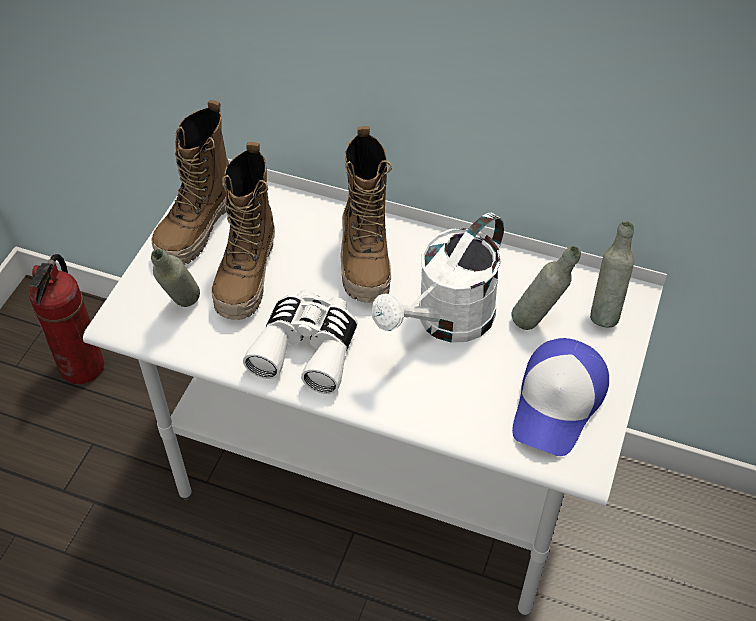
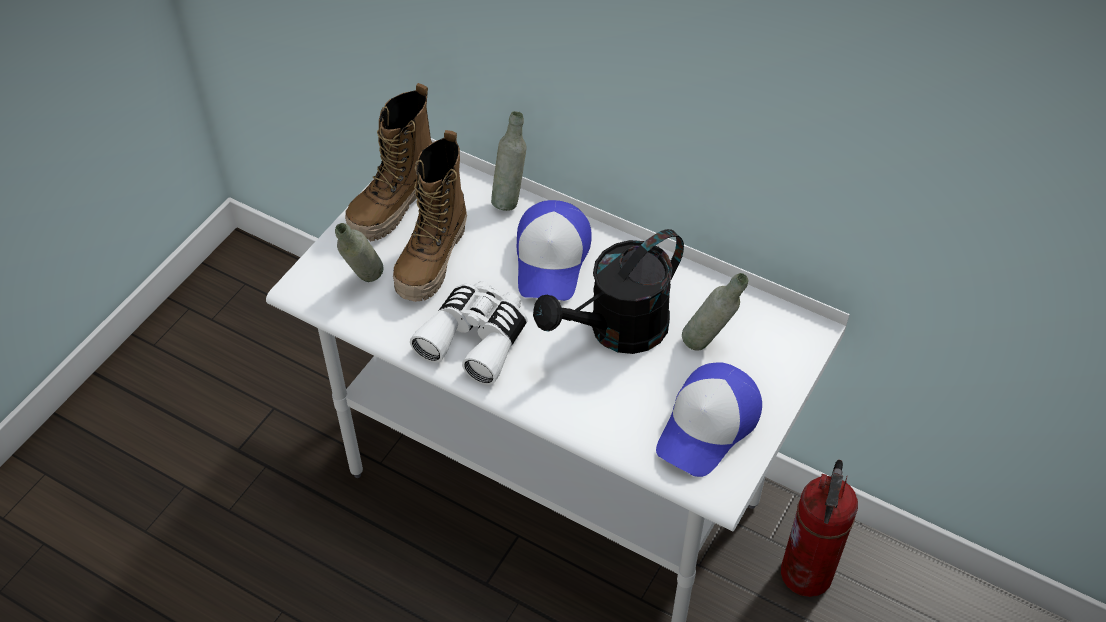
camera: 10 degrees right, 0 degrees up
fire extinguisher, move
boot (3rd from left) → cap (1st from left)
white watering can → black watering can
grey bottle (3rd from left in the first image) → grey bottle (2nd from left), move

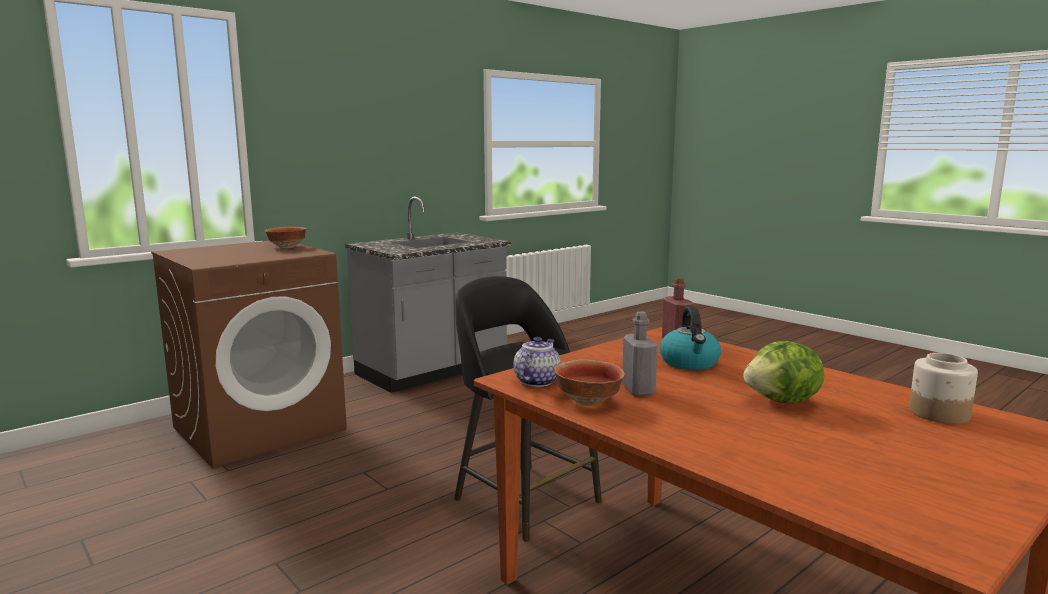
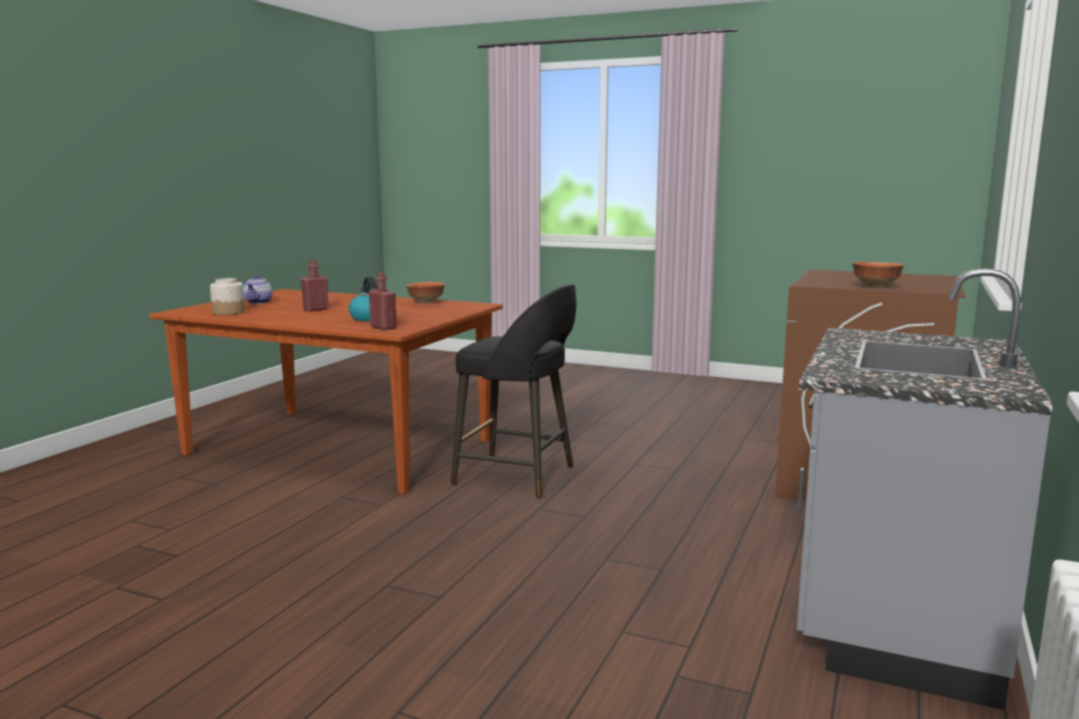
camera: 155 degrees right, 0 degrees up
teapot, move
grey bottle → -
lettuce → red bottle (1st from left)

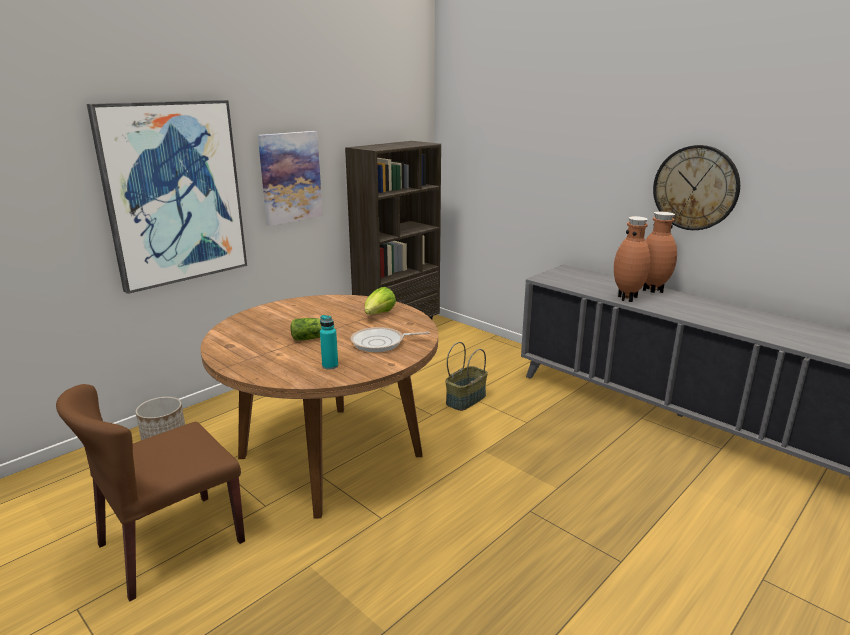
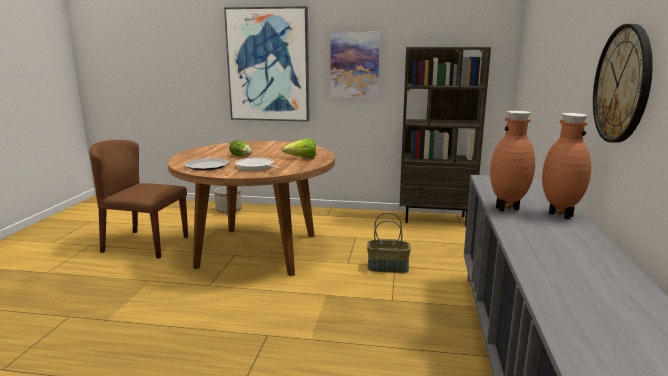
camera: 55 degrees right, 5 degrees down
turquoise bottle → plate

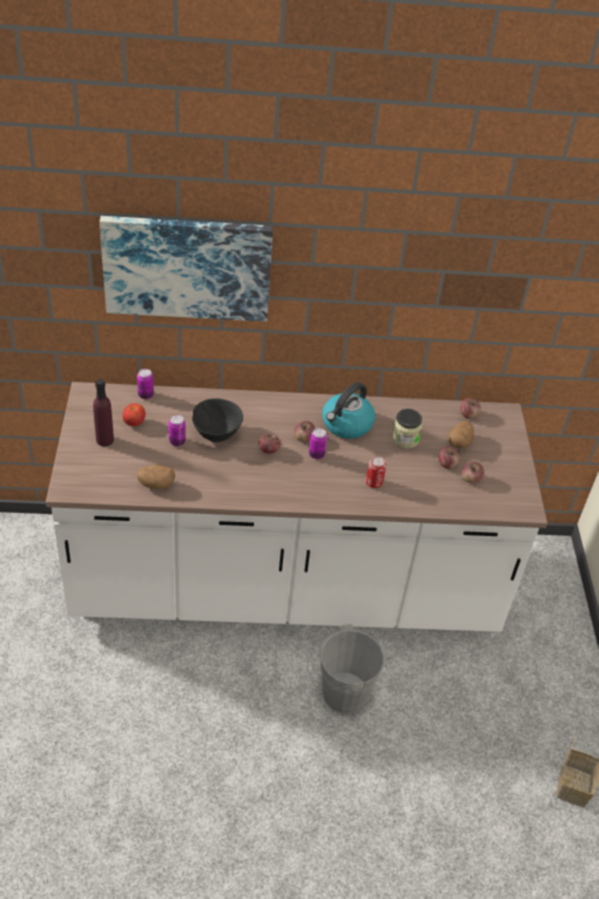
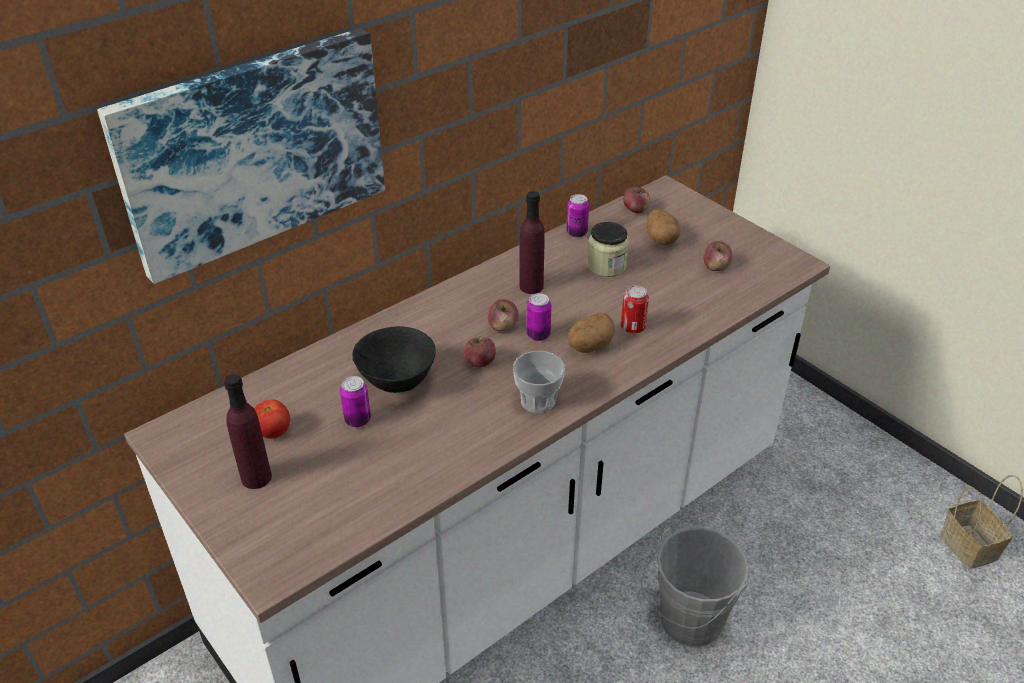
camera: 35 degrees left, 5 degrees down
can (1st from left in the first image) → can (3rd from left), move
potato (1st from left), move
kettle → purple bottle (2nd from left)
apple (3rd from left) → -
- → cup

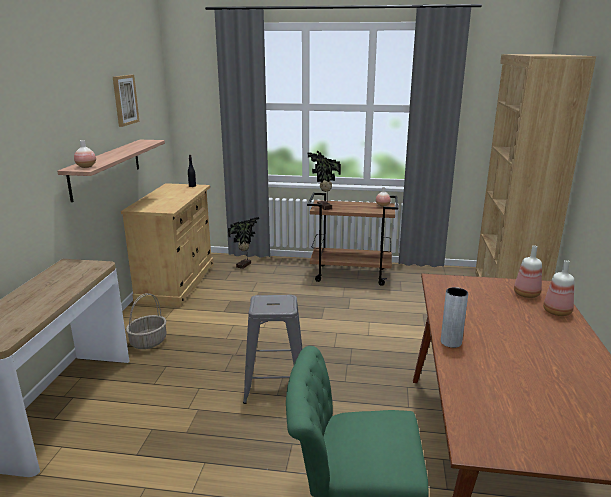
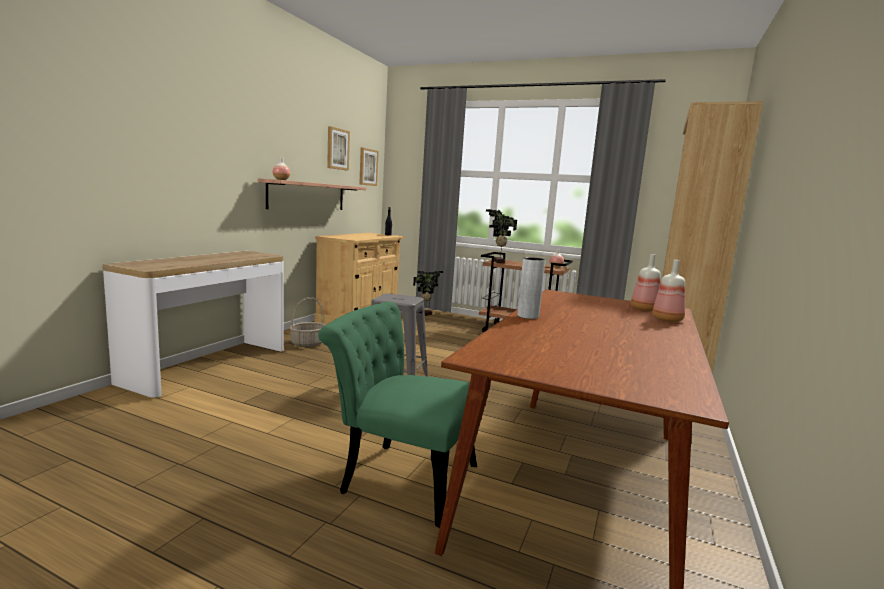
camera: 15 degrees right, 10 degrees down
- → picture (2nd from left)

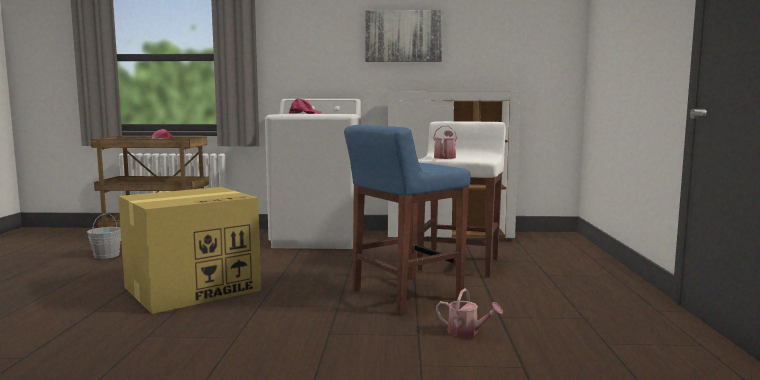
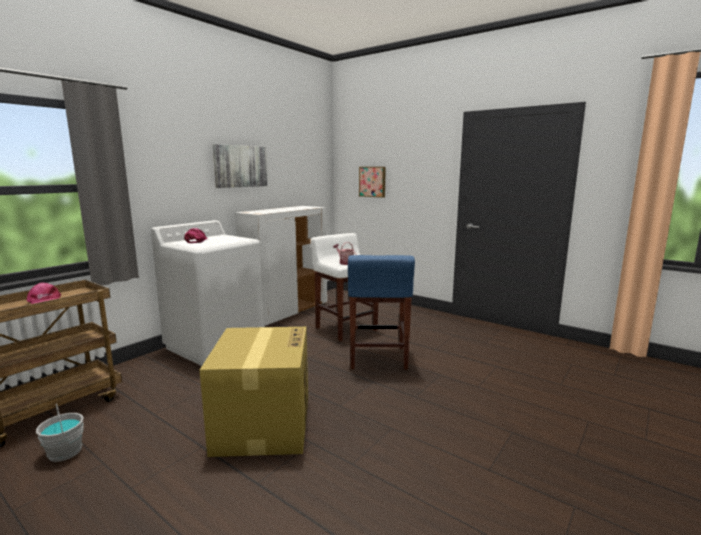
camera: 55 degrees left, 5 degrees up
watering can (2nd from left) → -
- → picture (2nd from left)

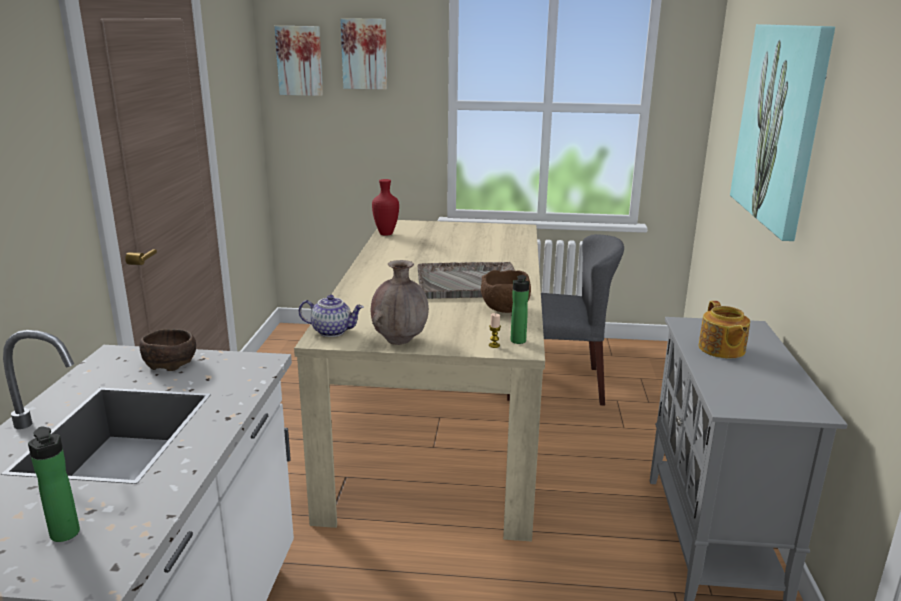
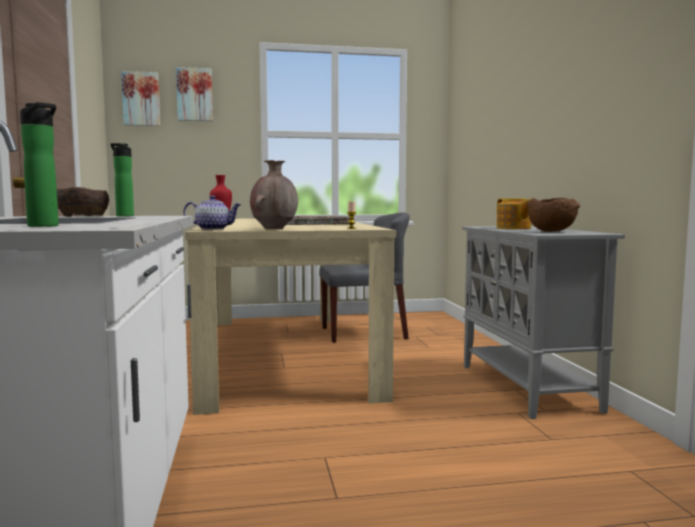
camera: 15 degrees left, 15 degrees down
brown bowl (2nd from left), move
bottle (2nd from left), move
picture (3rd from left) → -

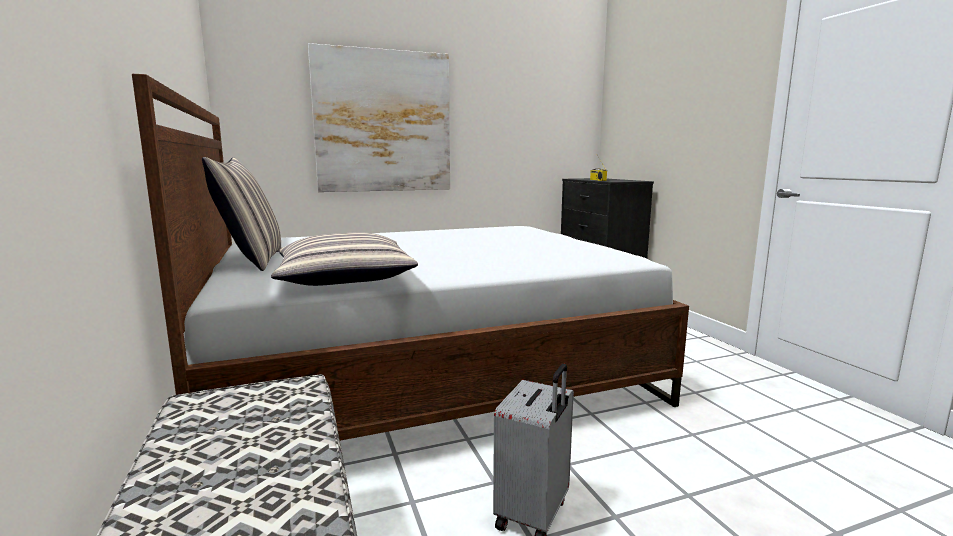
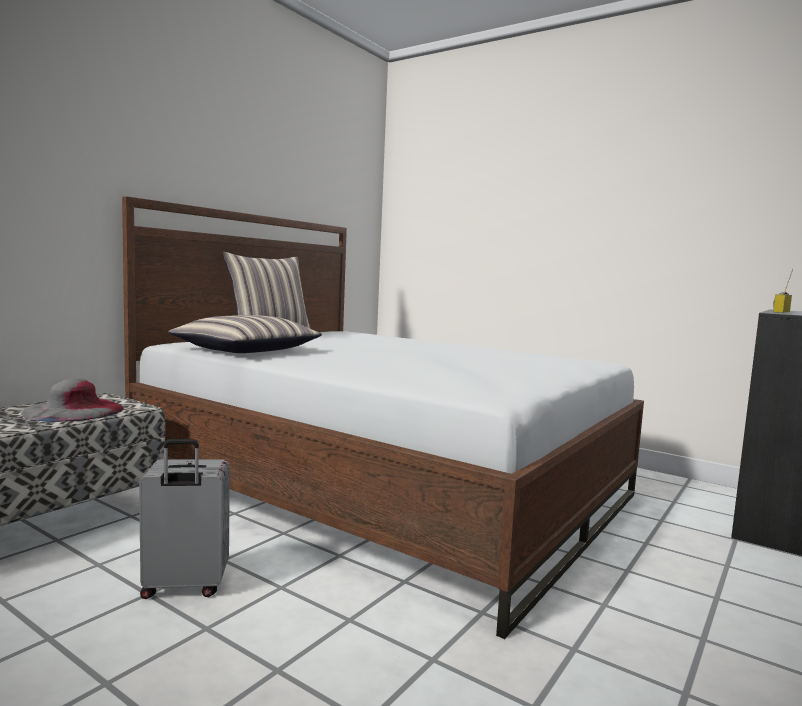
camera: 55 degrees right, 5 degrees down
picture → -
- → grey hat

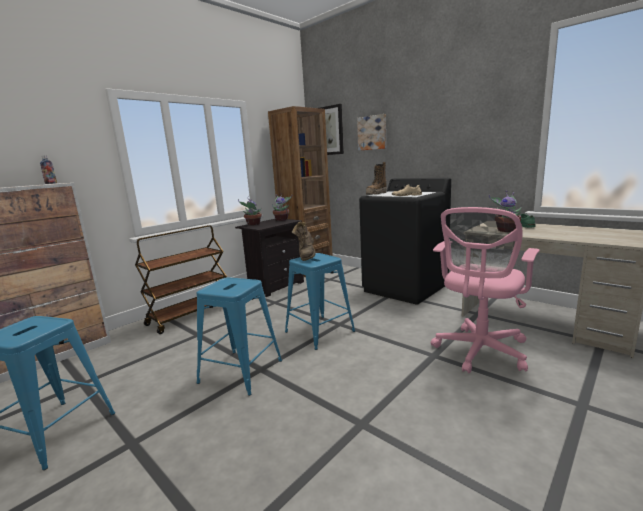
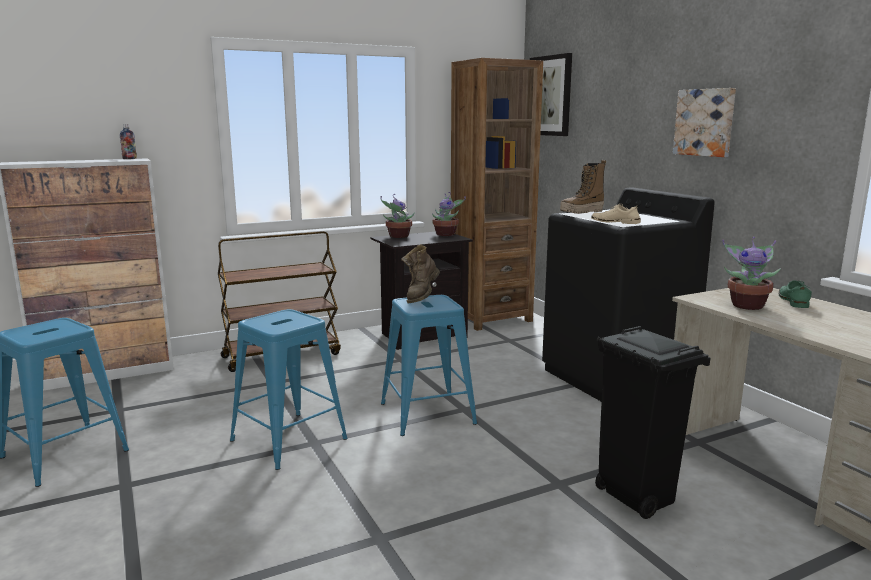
camera: 20 degrees right, 0 degrees up
picture (2nd from left), move
pink office chair → black trash can

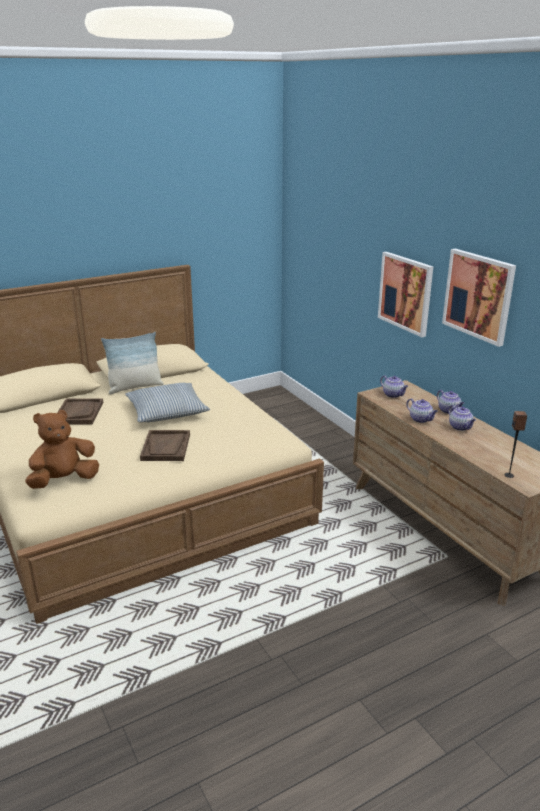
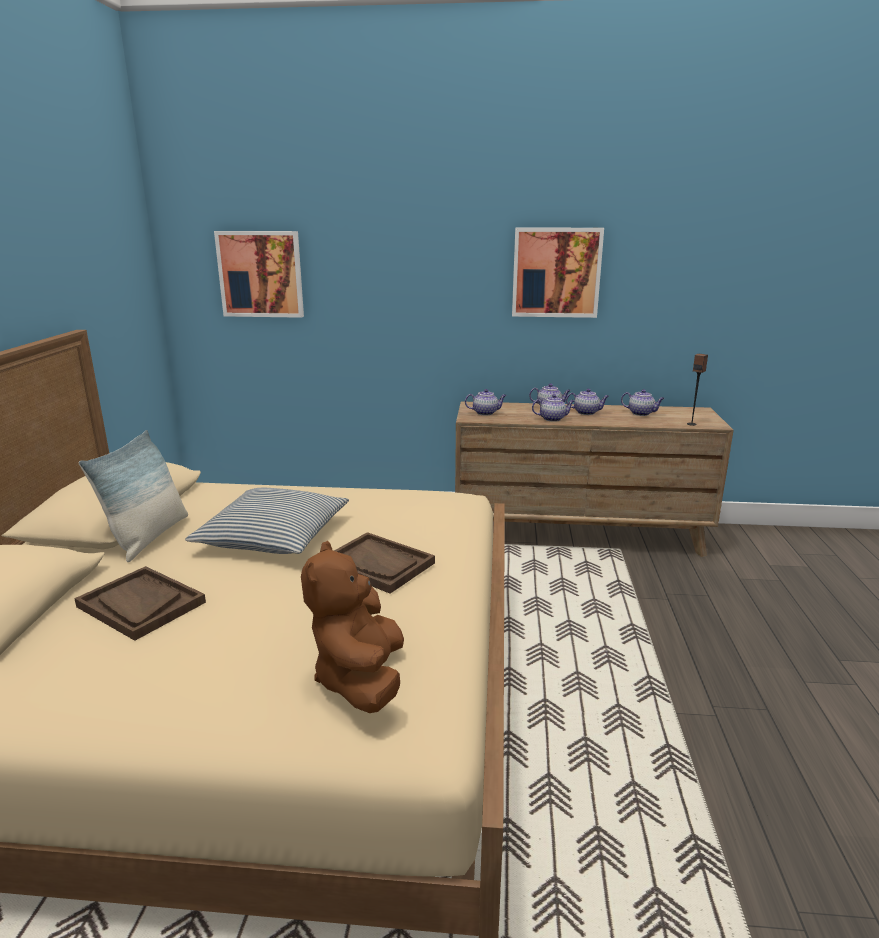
camera: 55 degrees left, 5 degrees down
picture (1st from left), move
- → teapot (5th from left)

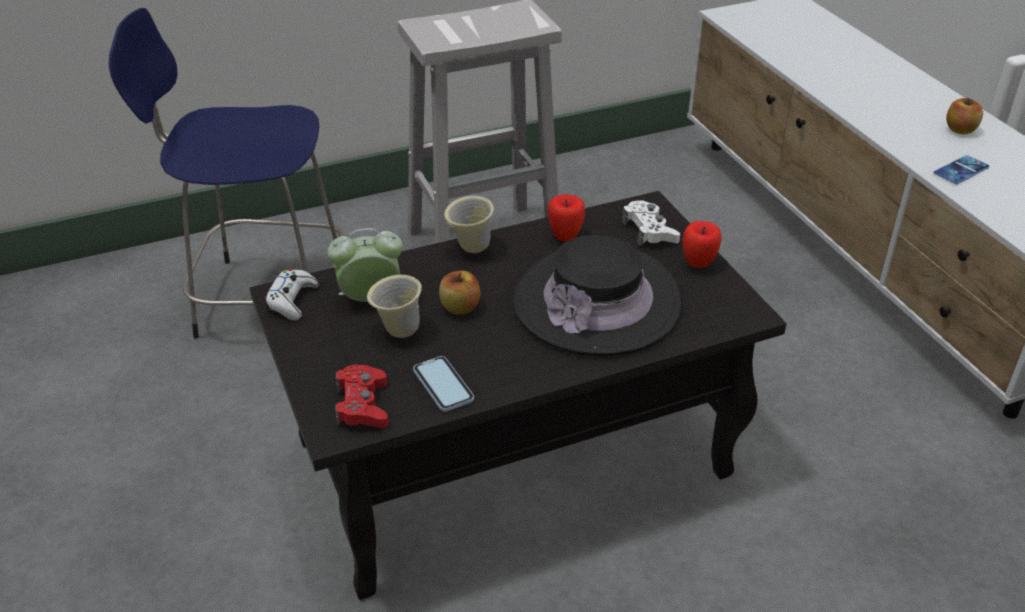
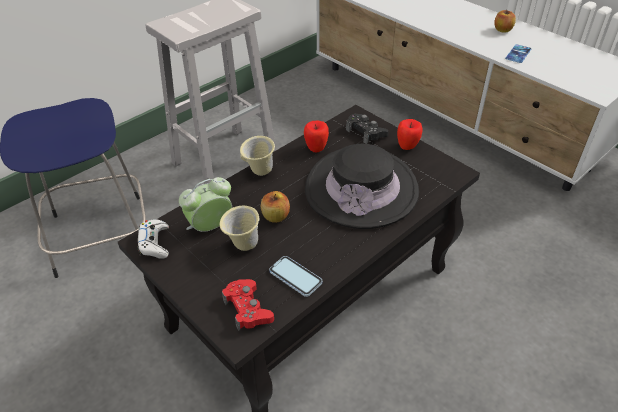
camera: 20 degrees left, 5 degrees up
white game controller (2nd from left) → black game controller

